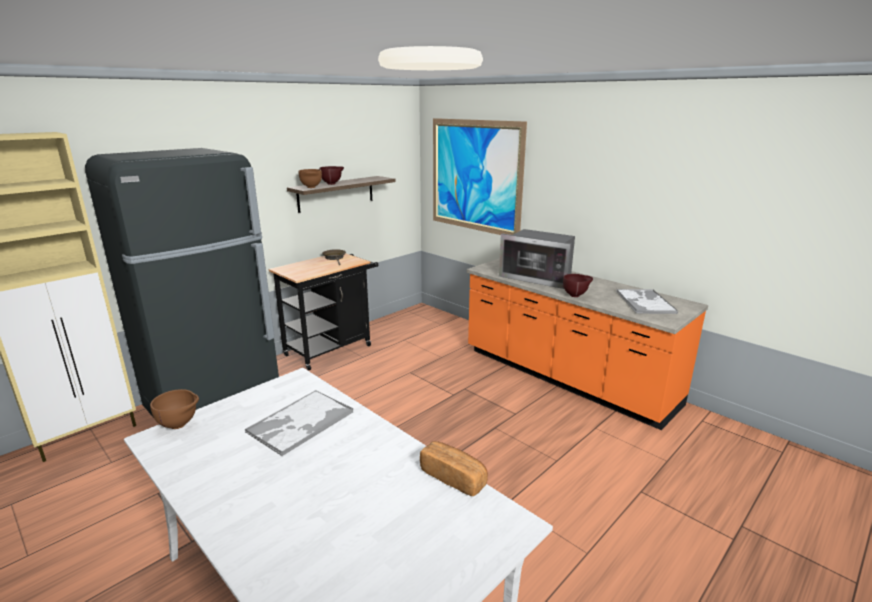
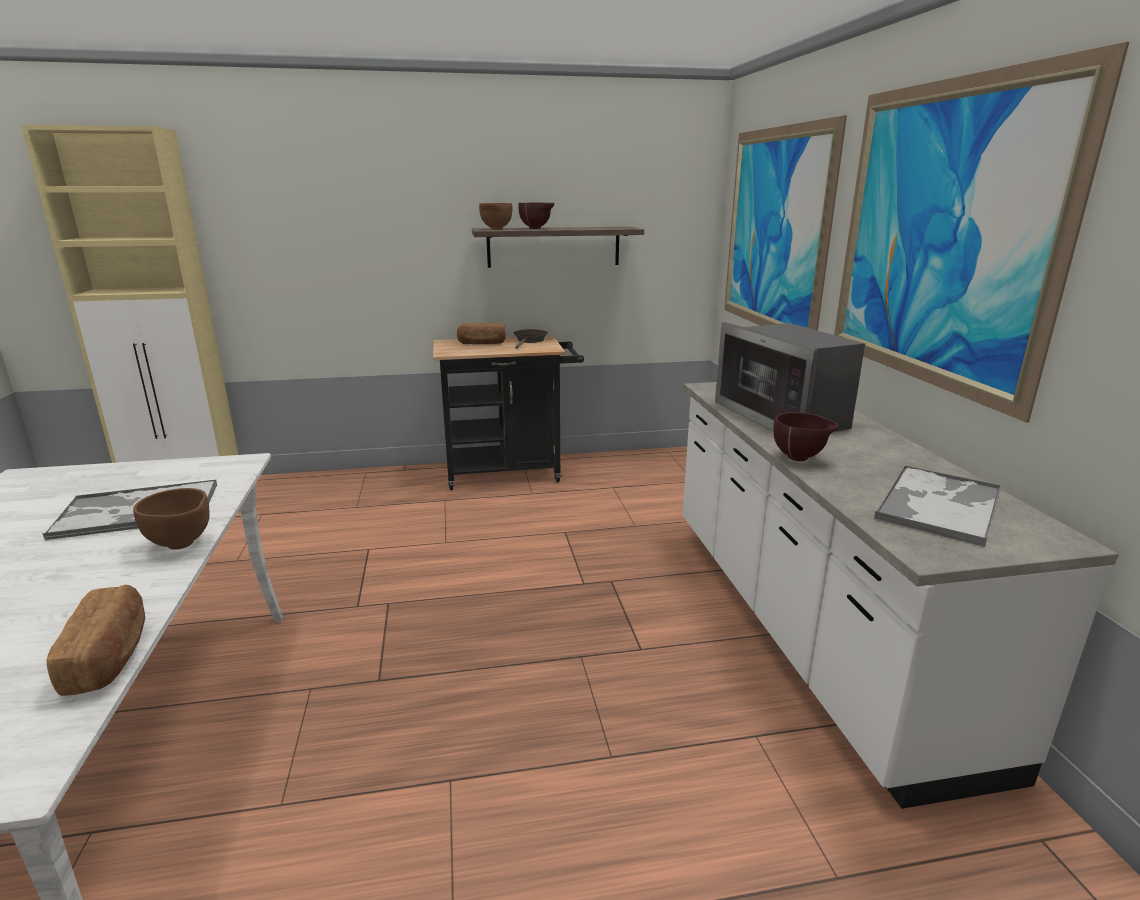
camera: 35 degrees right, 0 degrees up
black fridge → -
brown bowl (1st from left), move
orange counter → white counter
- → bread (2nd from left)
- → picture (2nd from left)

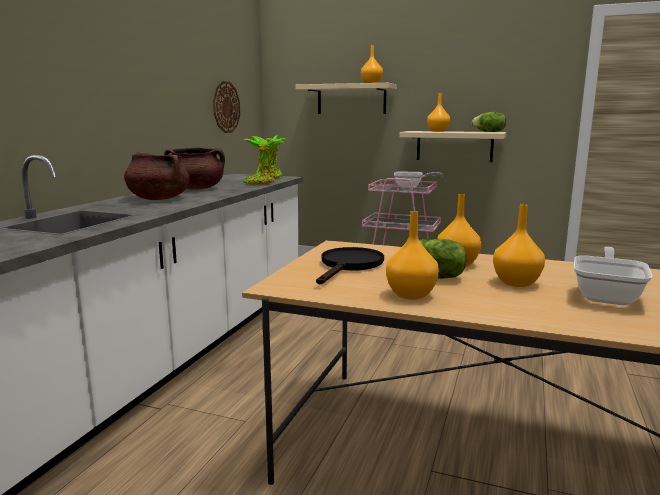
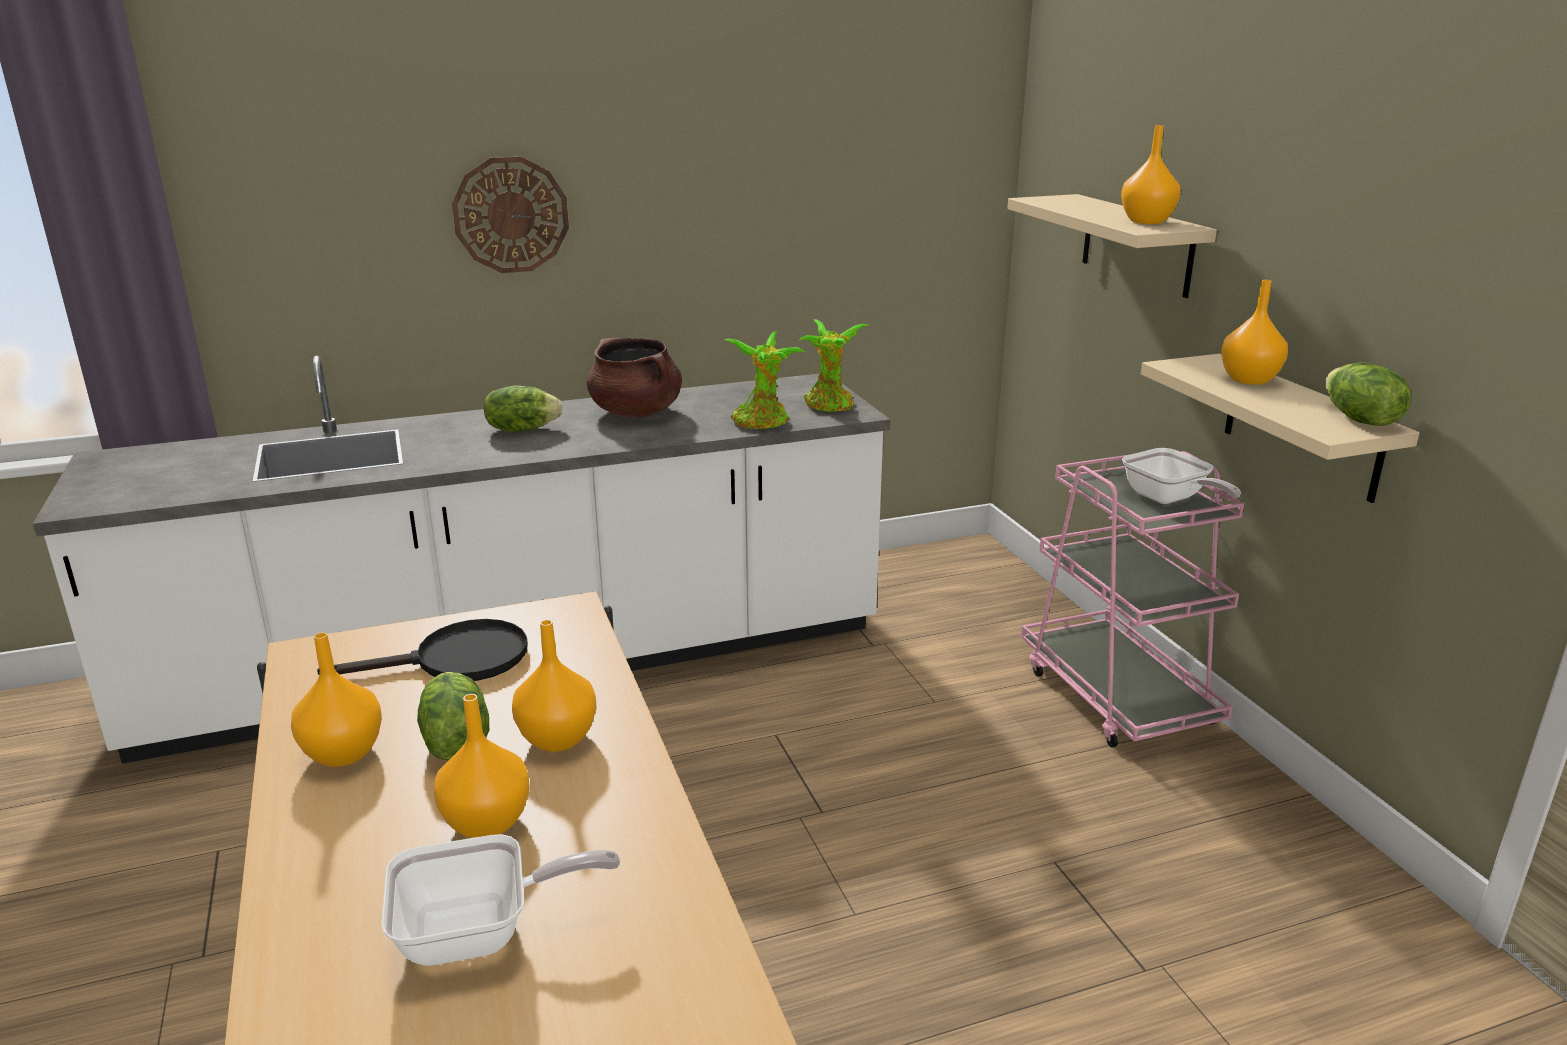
camera: 50 degrees right, 10 degrees up
brown cooking pot (1st from left) → lettuce (2nd from left)
wall clock, move

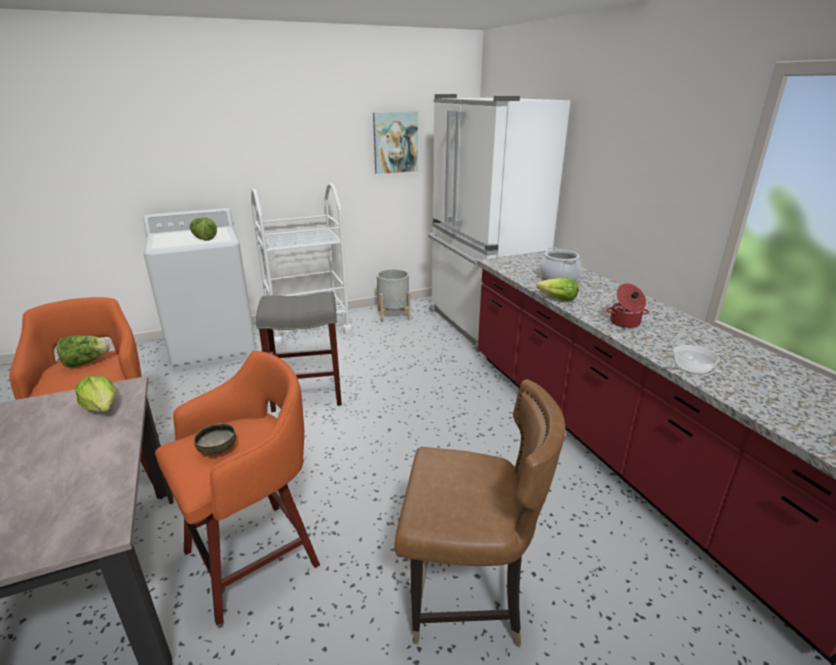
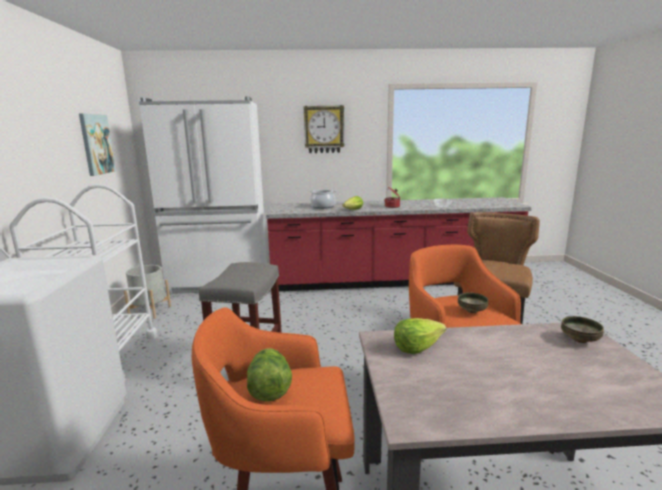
camera: 70 degrees left, 10 degrees down
lettuce (3rd from left) → -
- → wall clock
- → bowl (3rd from left)

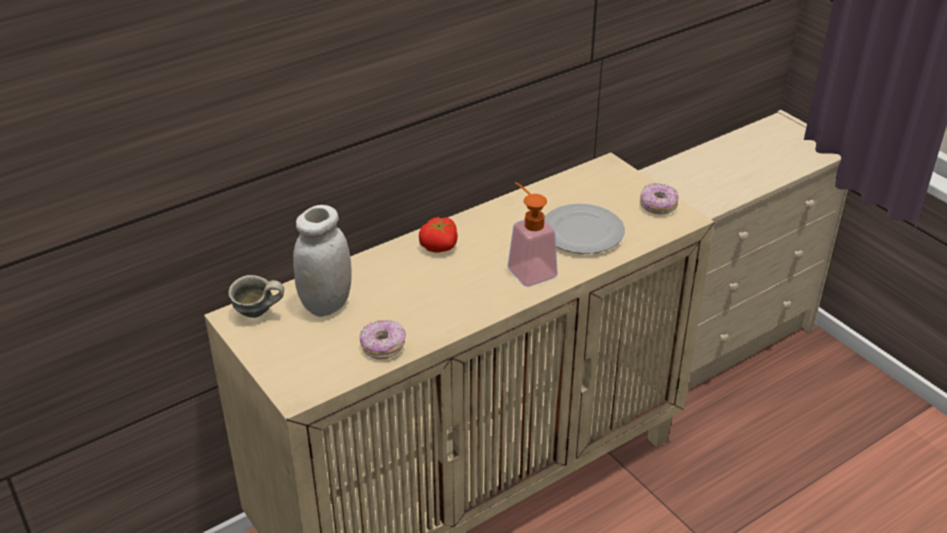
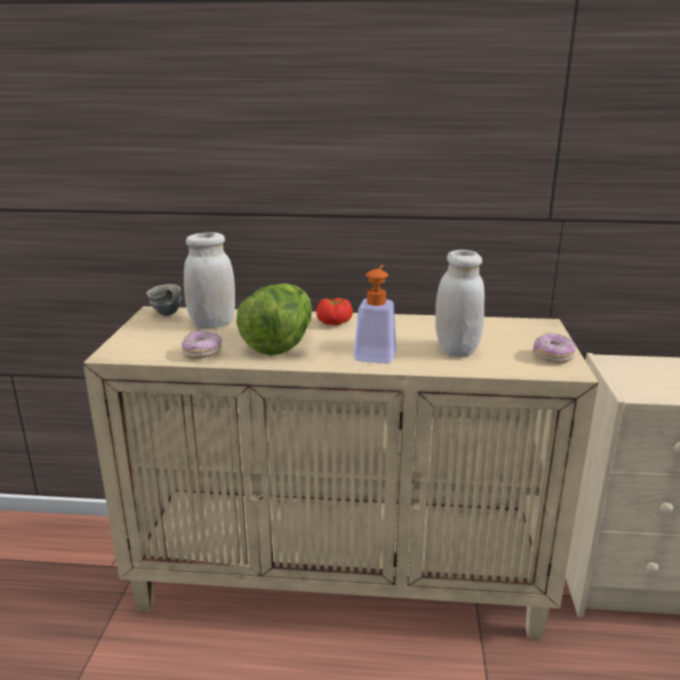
camera: 40 degrees right, 15 degrees down
plate → white jar (2nd from left)
- → lettuce

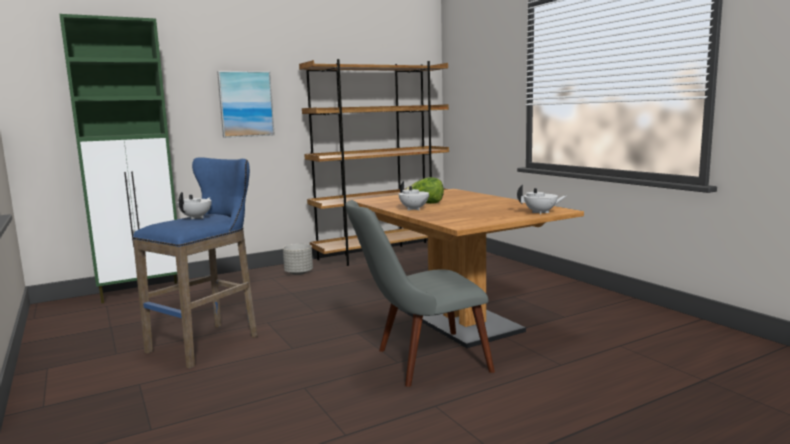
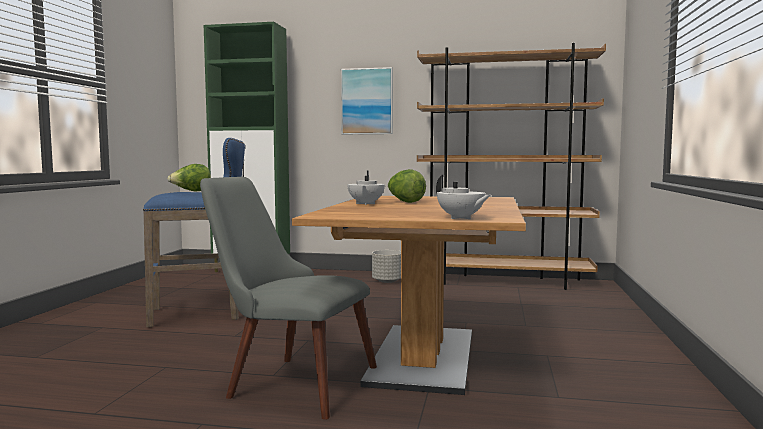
camera: 40 degrees right, 5 degrees down
white teapot (1st from left) → lettuce (1st from left)

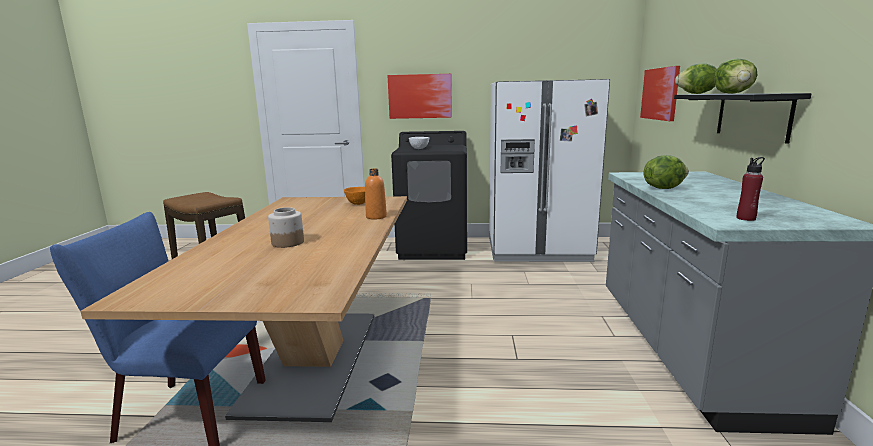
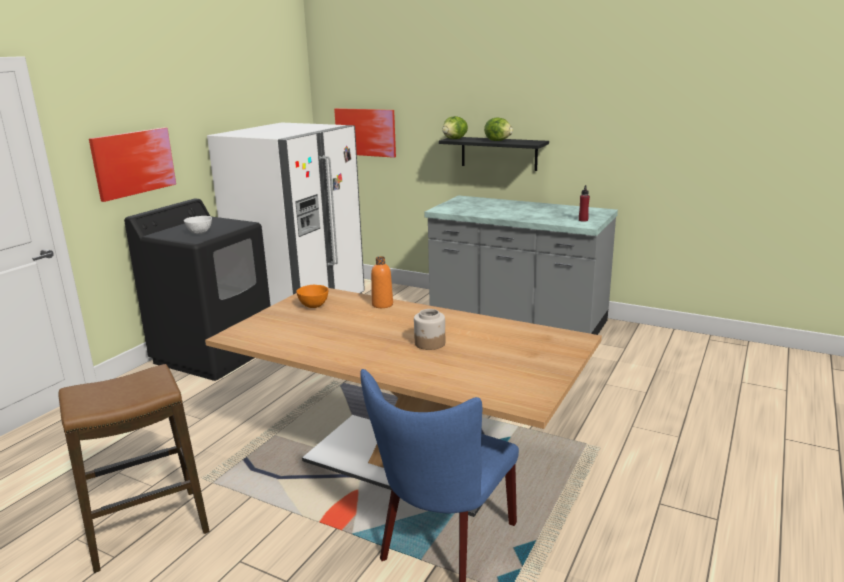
camera: 65 degrees left, 5 degrees up
lettuce (1st from left) → -

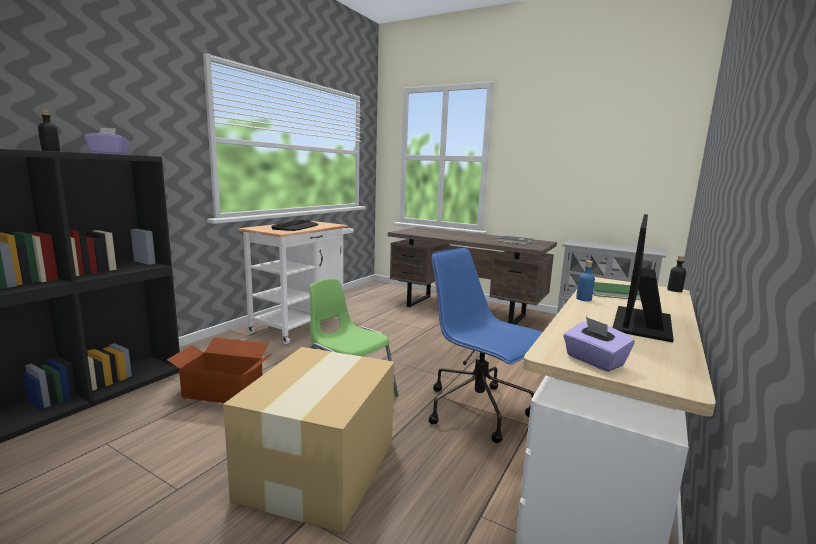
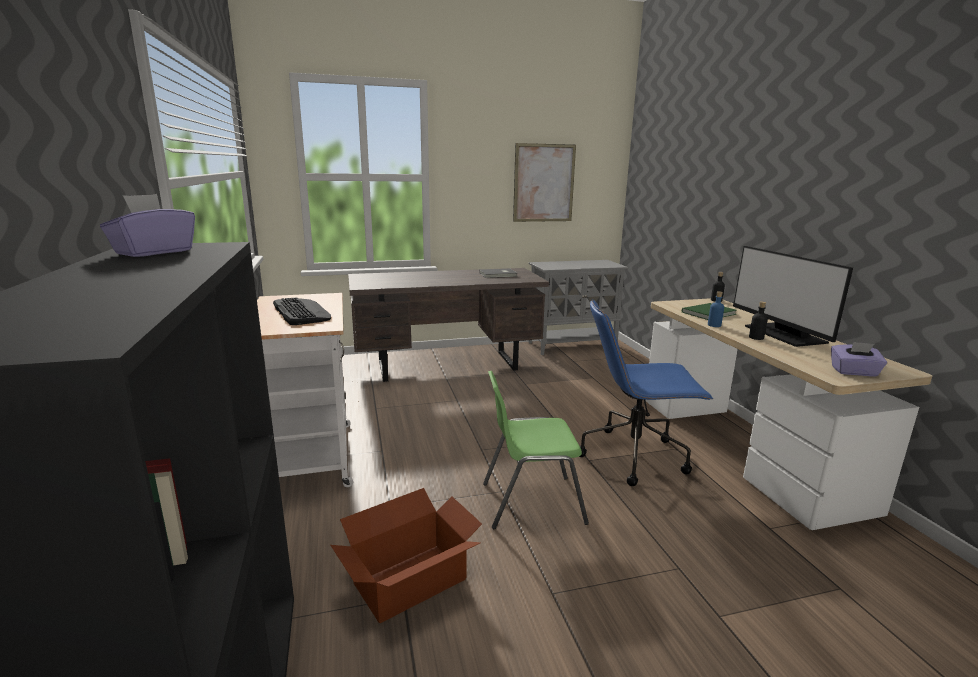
camera: 45 degrees left, 5 degrees up
black bottle (1st from left in the first image) → black bottle (2nd from left), move
cardboard box (2nd from left) → -
- → picture

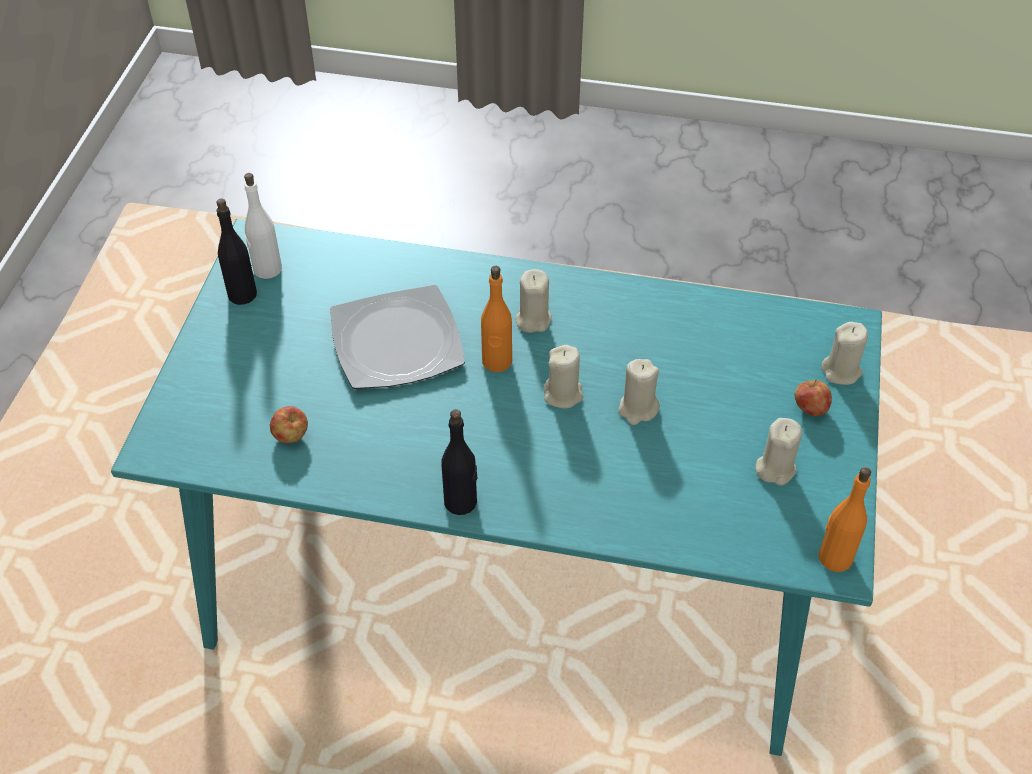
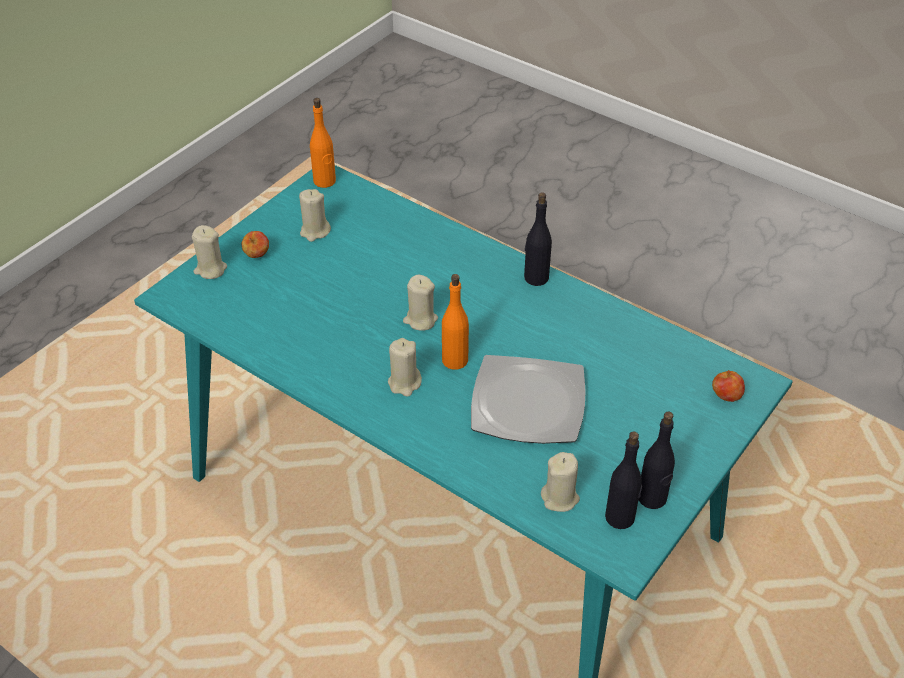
camera: 155 degrees left, 5 degrees down
white bottle → black bottle (2nd from left)
apple (1st from left in the first image) → apple (2nd from left), move
beige candle (3rd from left in the first image) → beige candle (5th from left), move

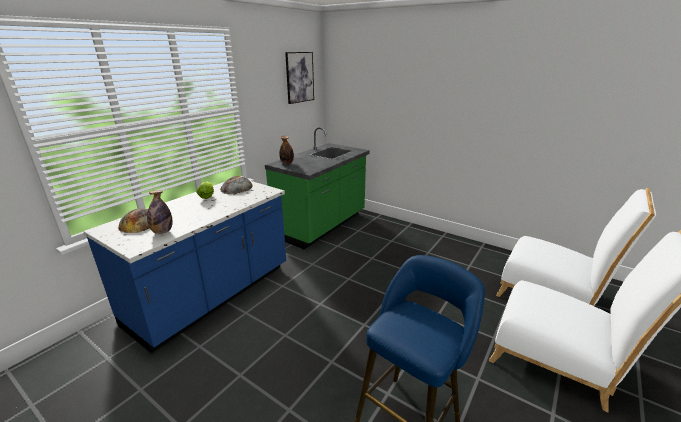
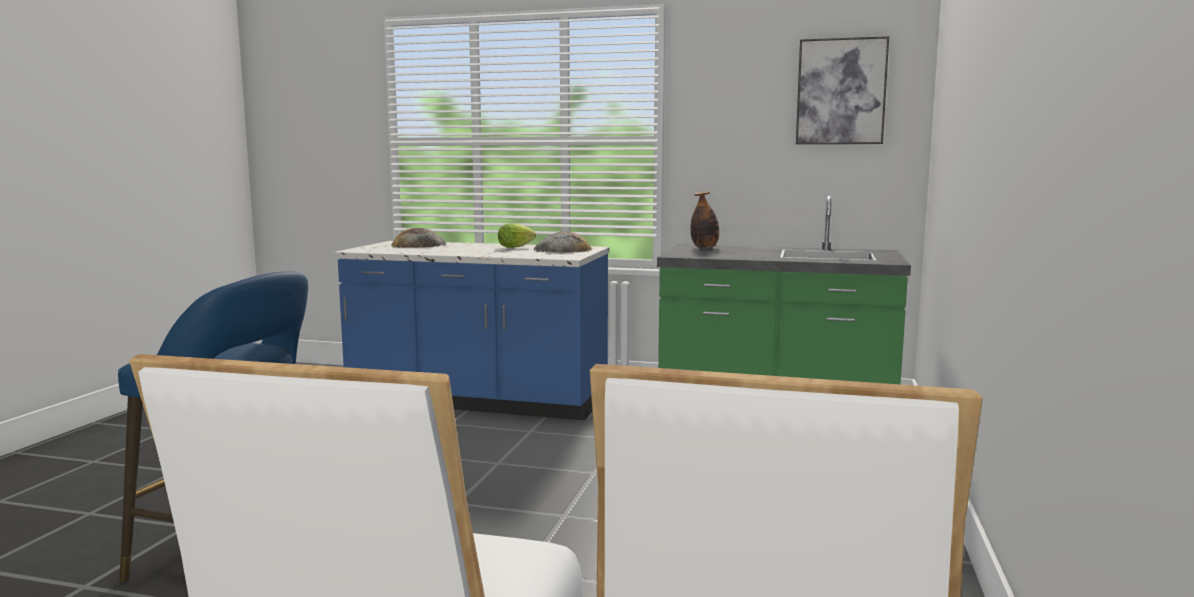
camera: 70 degrees right, 15 degrees down
bottle (1st from left) → -

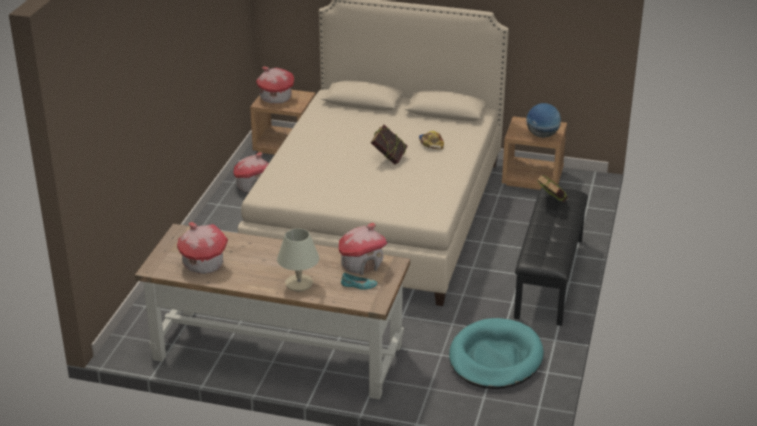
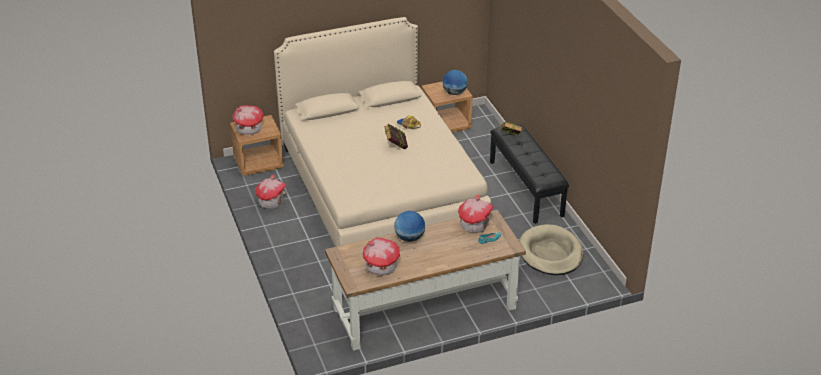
camera: 35 degrees left, 5 degrees up
beige table lamp → -
turquoise dog bed → beige dog bed
- → globe (1st from left)

